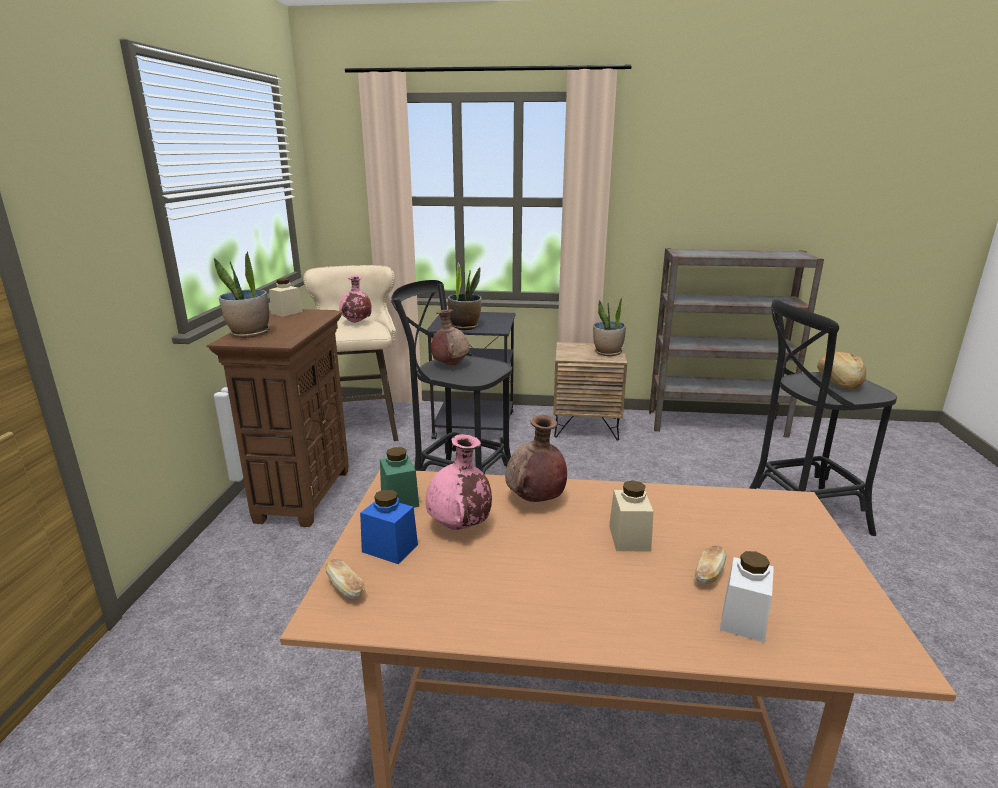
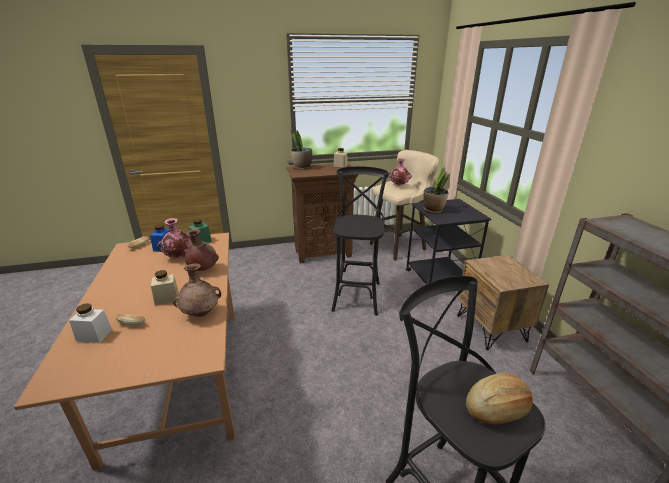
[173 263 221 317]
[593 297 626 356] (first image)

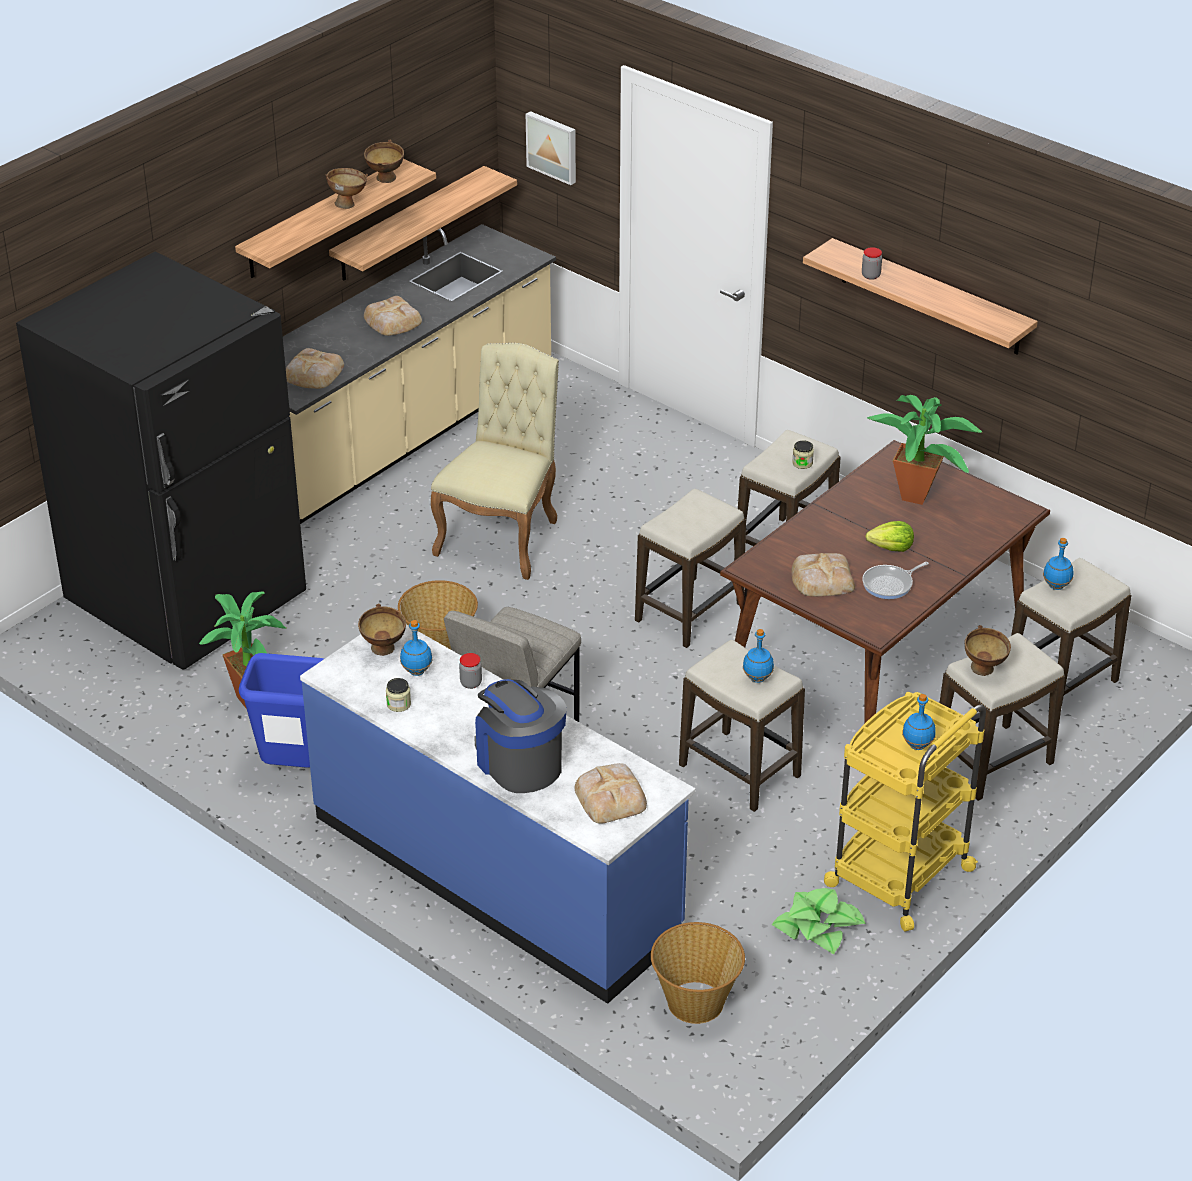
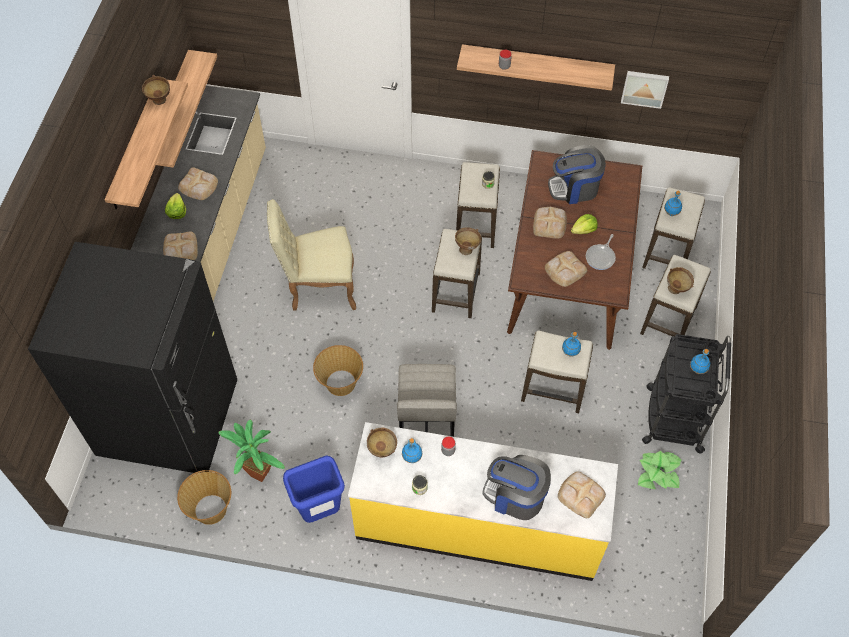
[165 193 186 219]
[177 470 231 525]
[267 199 356 311]
[348 422 618 581]
[455 227 481 255]
[533 206 567 239]
[548 145 606 204]
[621 71 669 109]
[642 334 731 454]

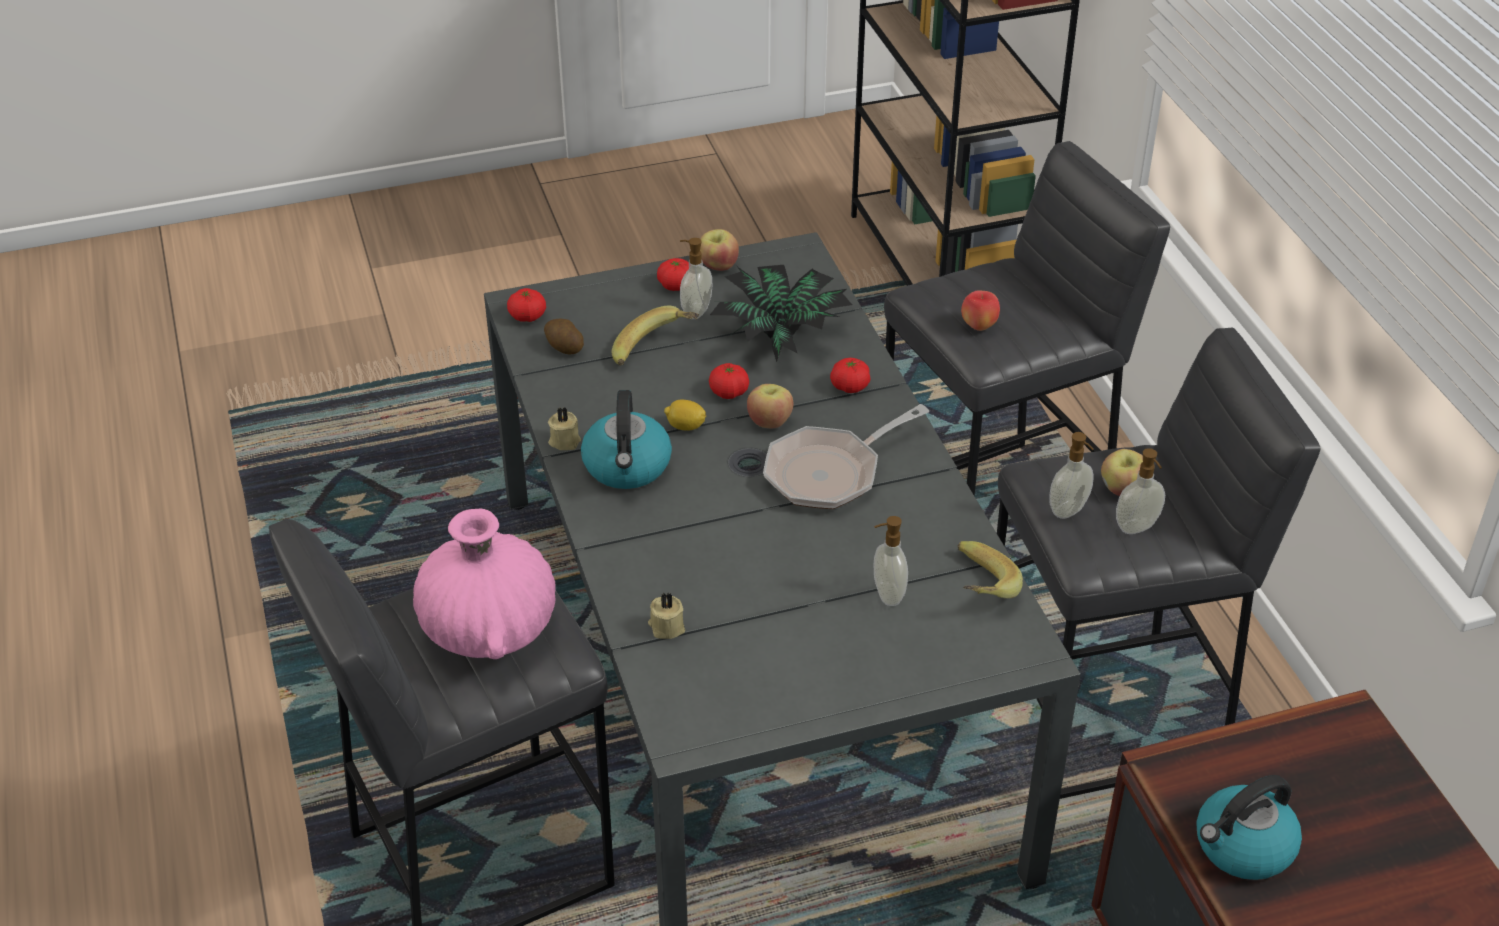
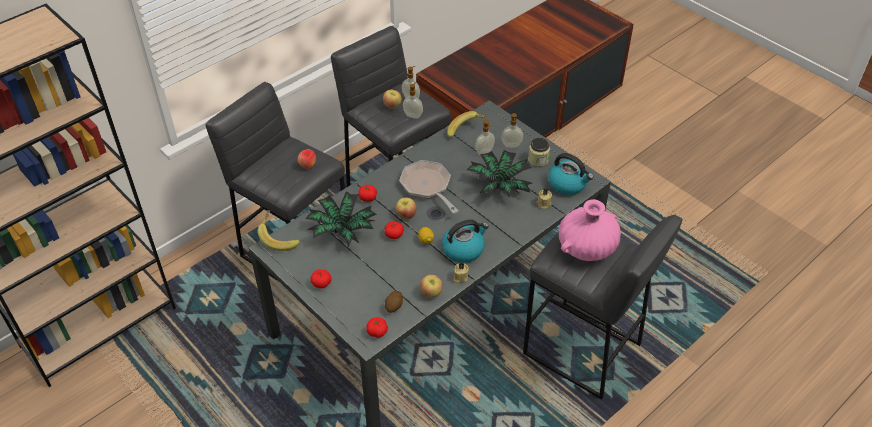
[258 210 300 251]
[399 160 458 214]
[420 275 443 298]
[467 150 532 198]
[501 113 523 148]
[528 138 550 167]
[548 153 594 195]

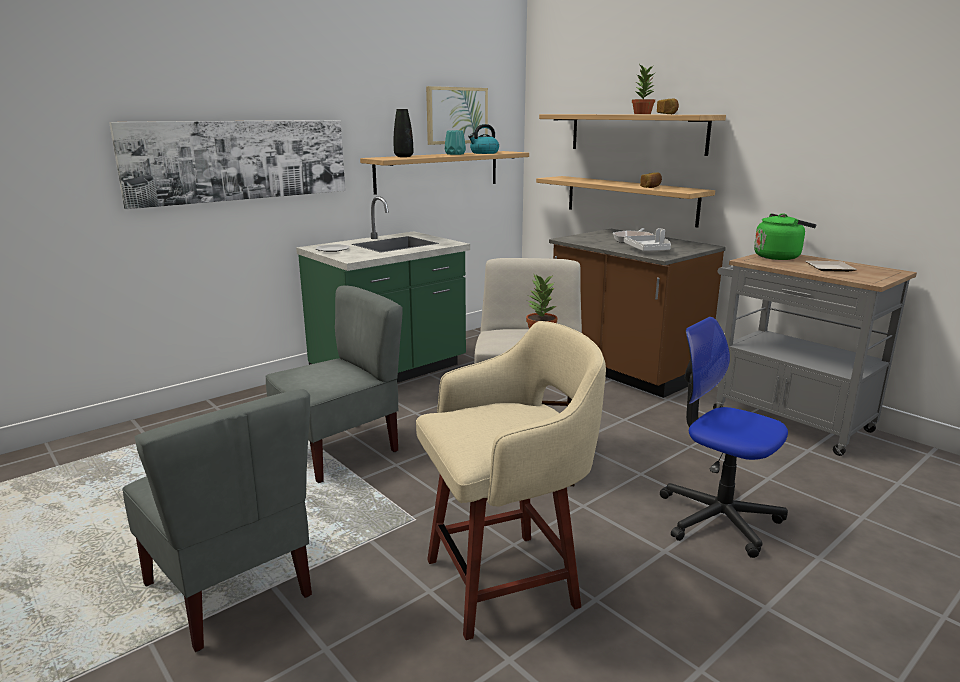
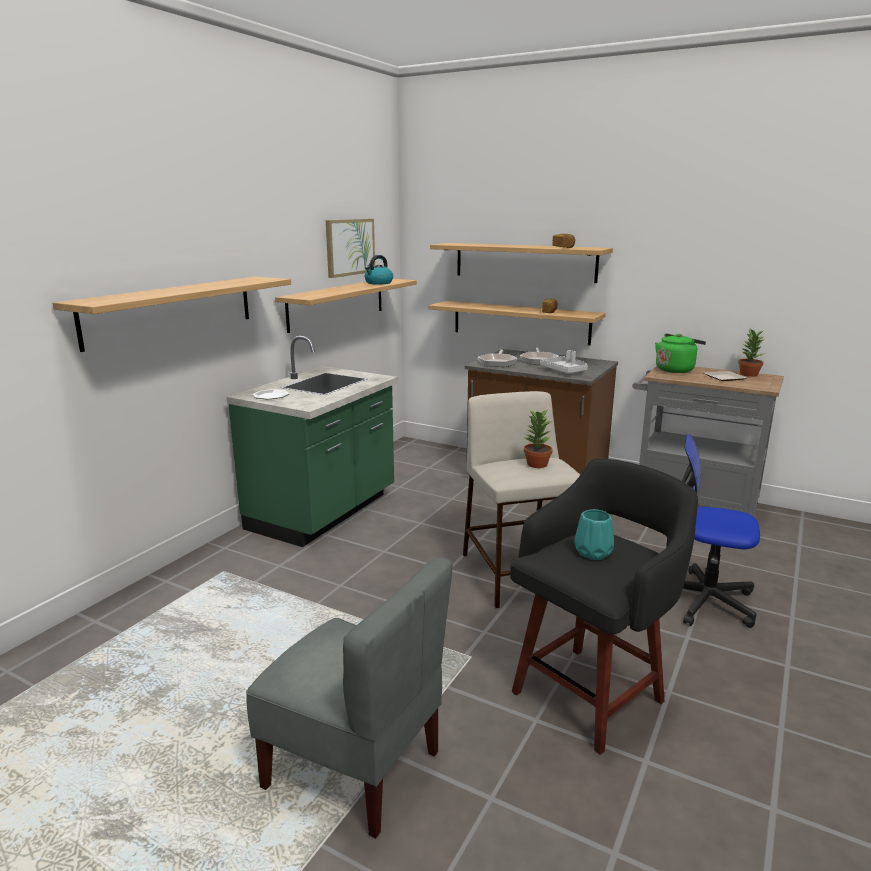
[53 277 291 352]
[478 349 517 367]
[510 459 698 755]
[574 509 614 560]
[738 329 765 377]
[265 285 403 483] (first image)
[394 109 413 157] (first image)

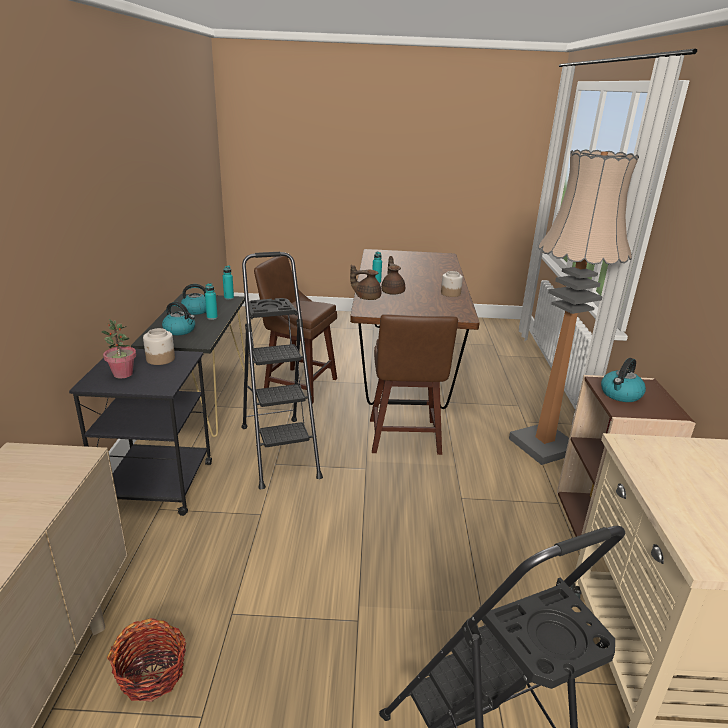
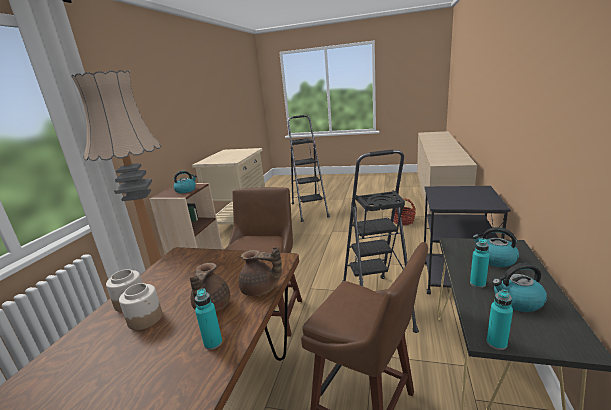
[119 283 162 330]
[101 319 136 379] (first image)

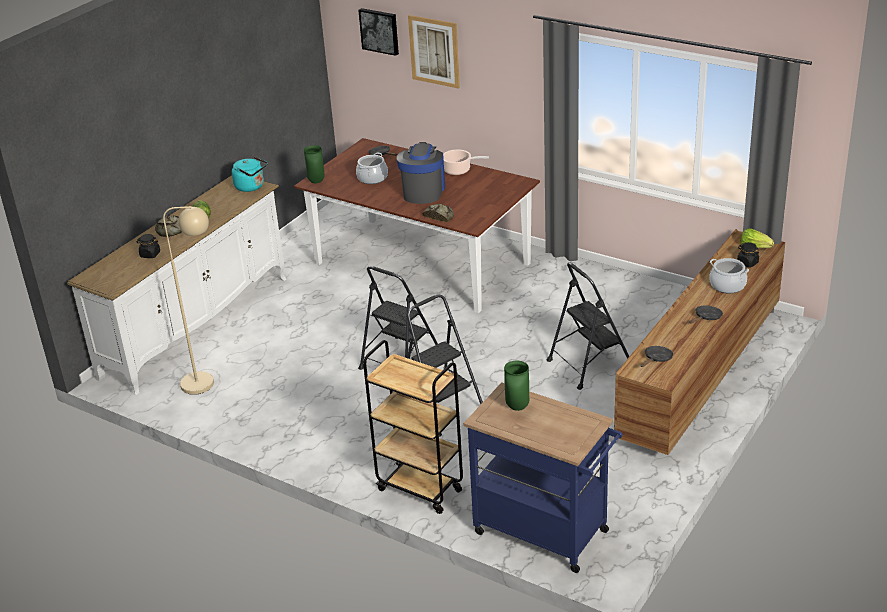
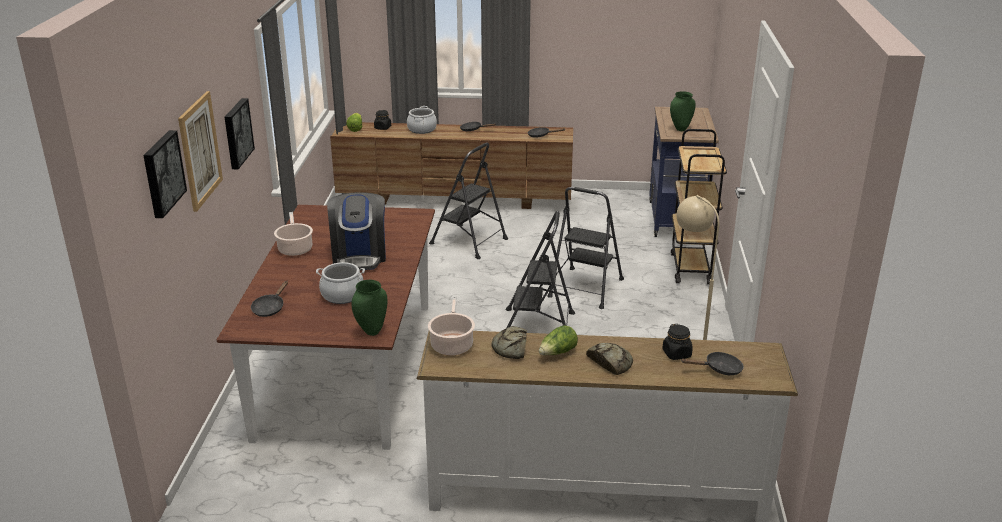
[225 98 255 169]
[327 192 386 270]
[428 296 475 356]
[491 326 527 359]
[682 352 744 375]

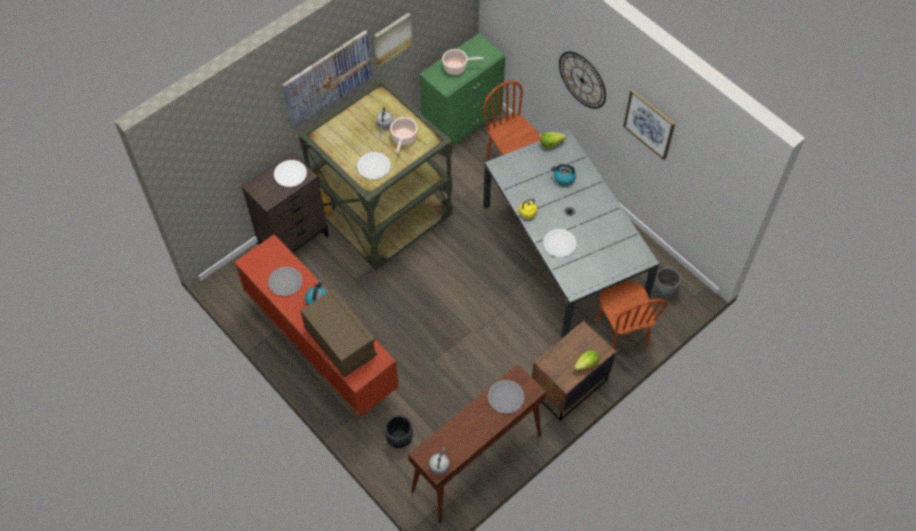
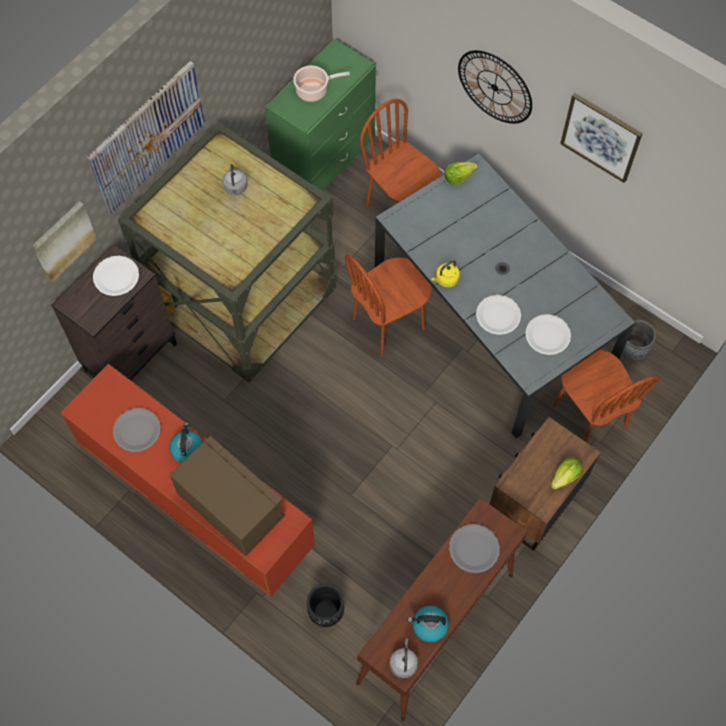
[32 201 97 282]
[345 255 432 357]
[407 606 449 643]
[525 314 571 355]
[390 117 418 152] (first image)

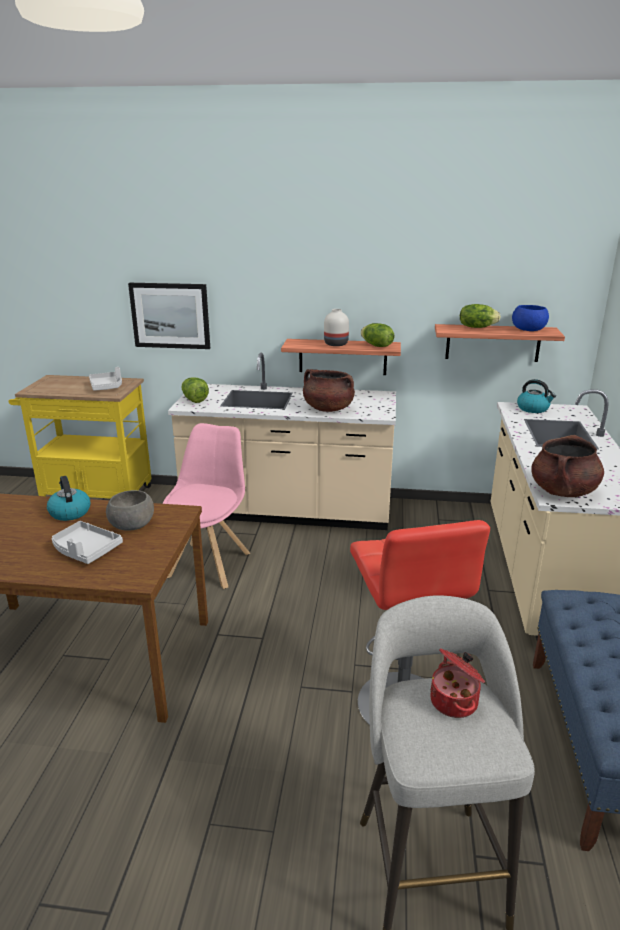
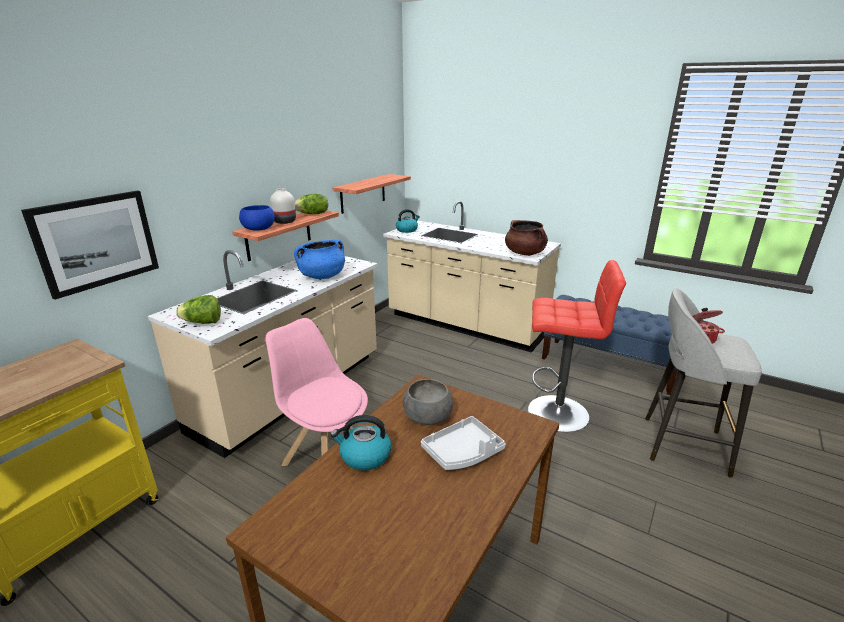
[239 205 275 231]
[294 239 345 279]
[89 367 122 391] (first image)
[460 304 501 328] (first image)

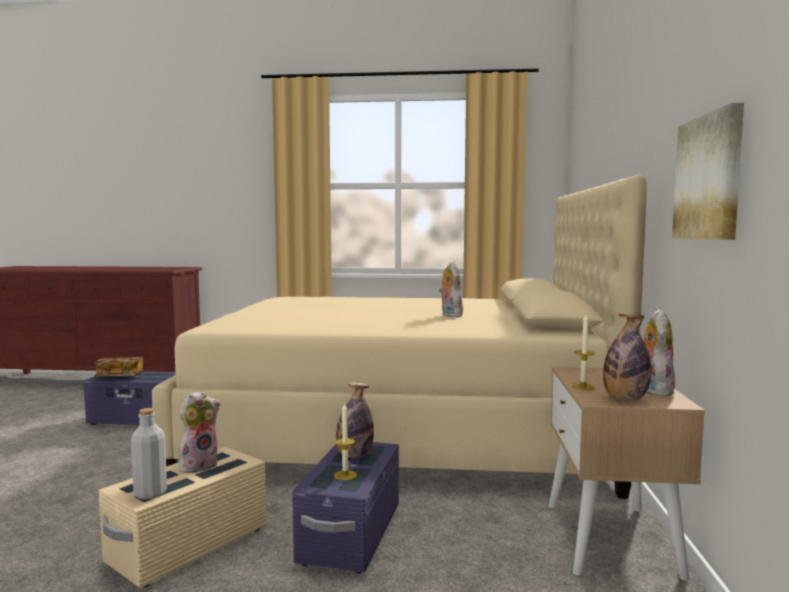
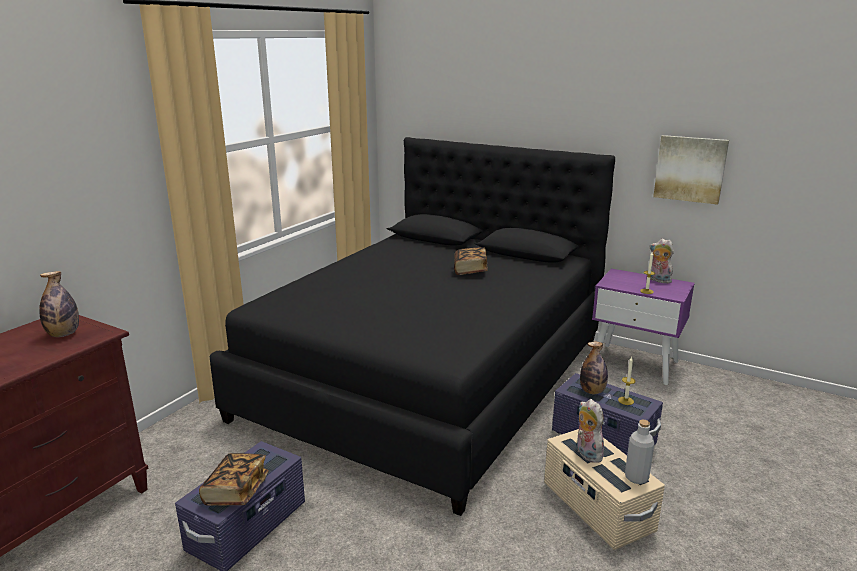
[39 271 79 337]
[210 137 615 516]
[454 247 488 275]
[592 269 695 385]

